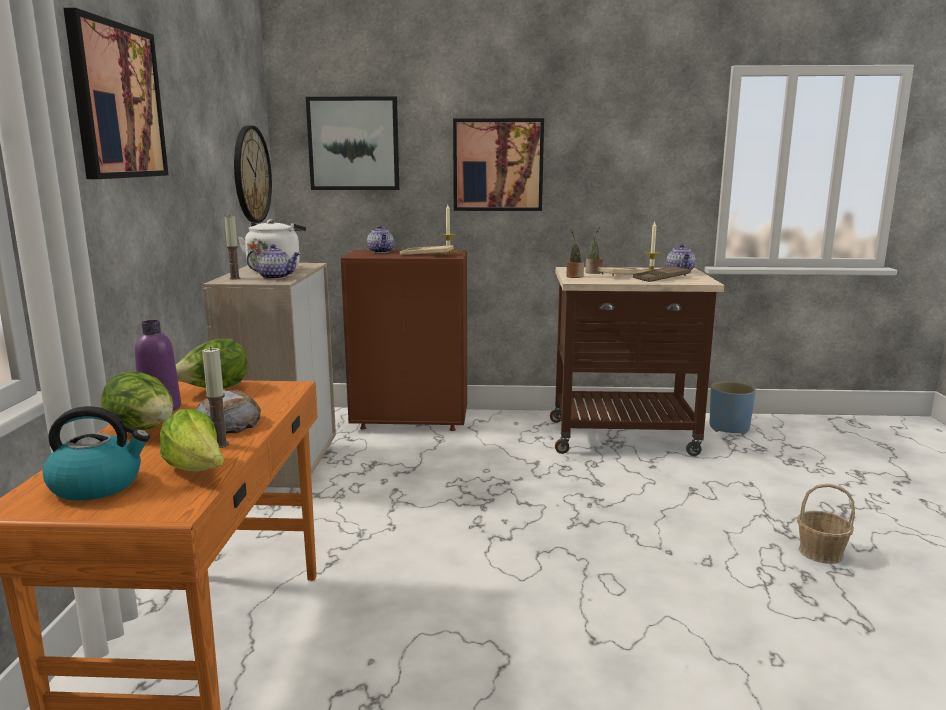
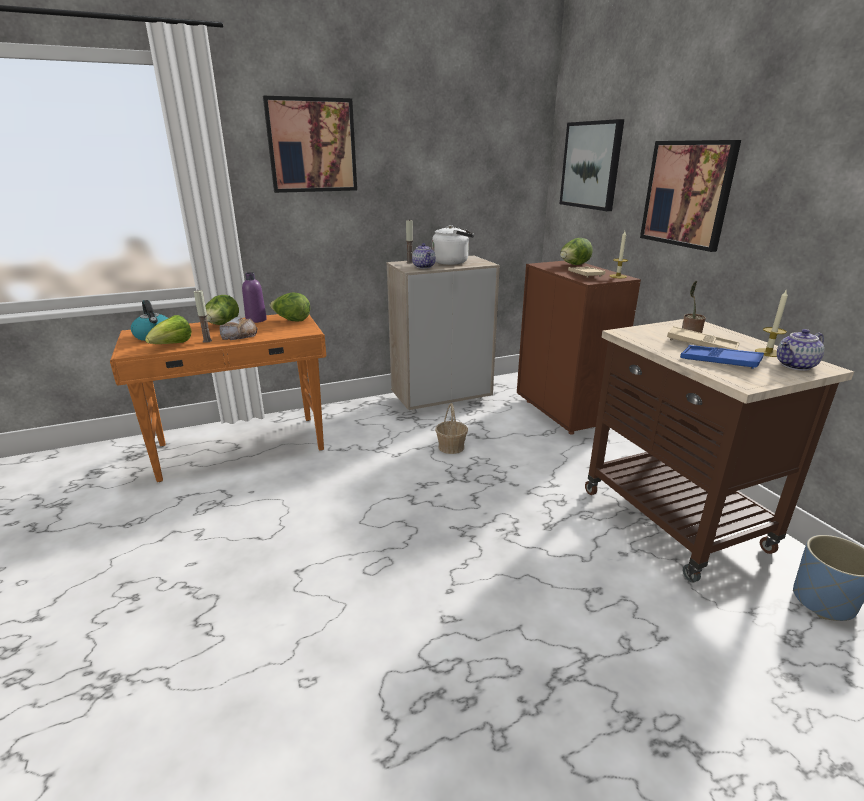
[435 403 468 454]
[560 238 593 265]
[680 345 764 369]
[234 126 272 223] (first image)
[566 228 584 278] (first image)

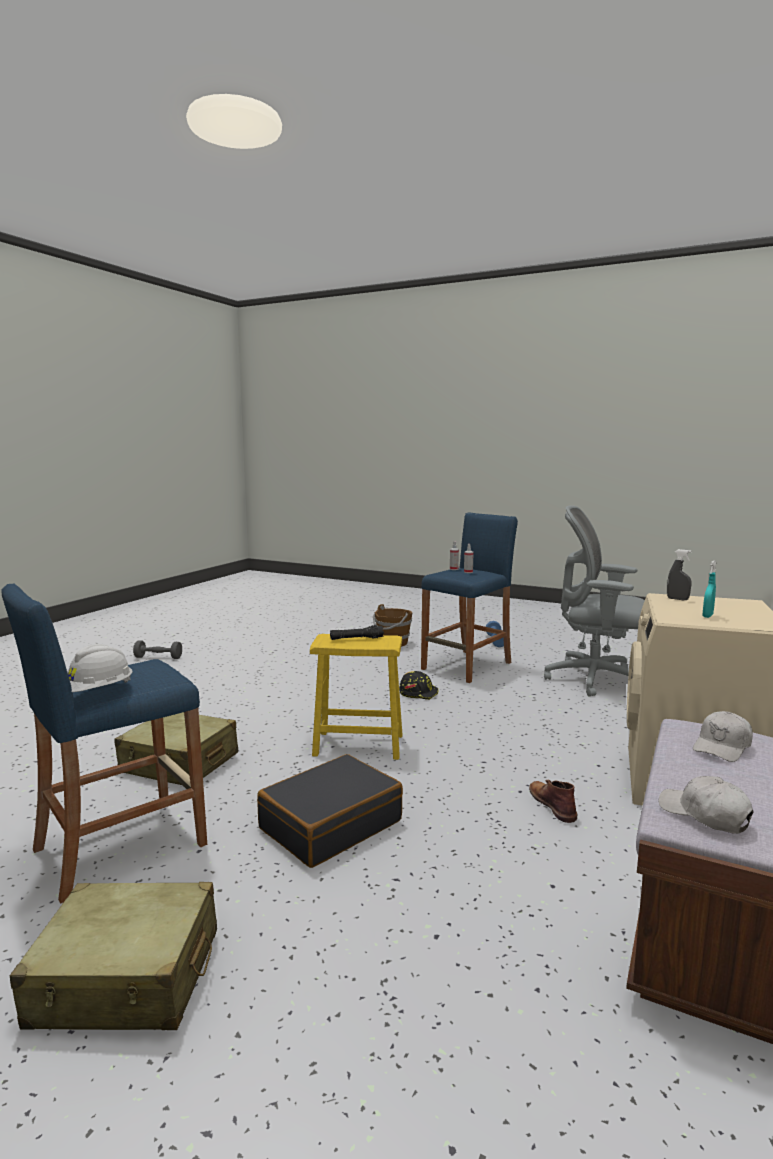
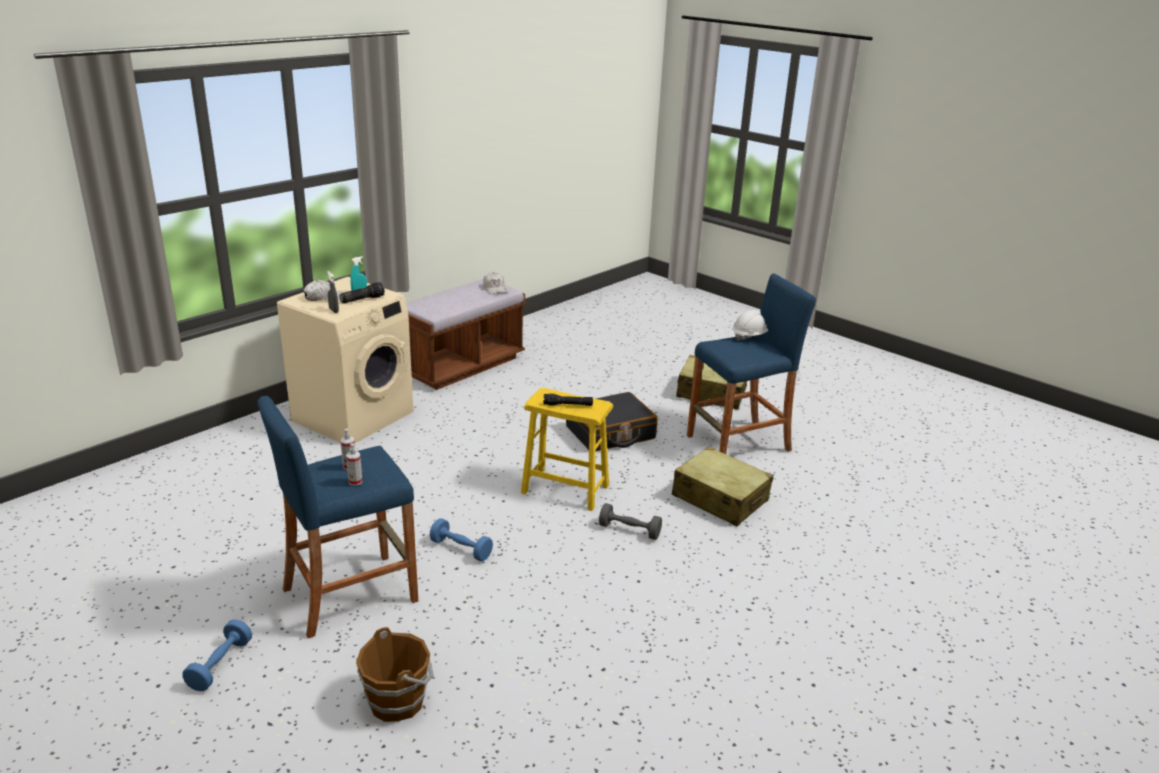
[304 280 343 301]
[339 282 385 304]
[430 518 493 561]
[599 503 662 540]
[529 780 577 823] (first image)
[544 506 645 696] (first image)

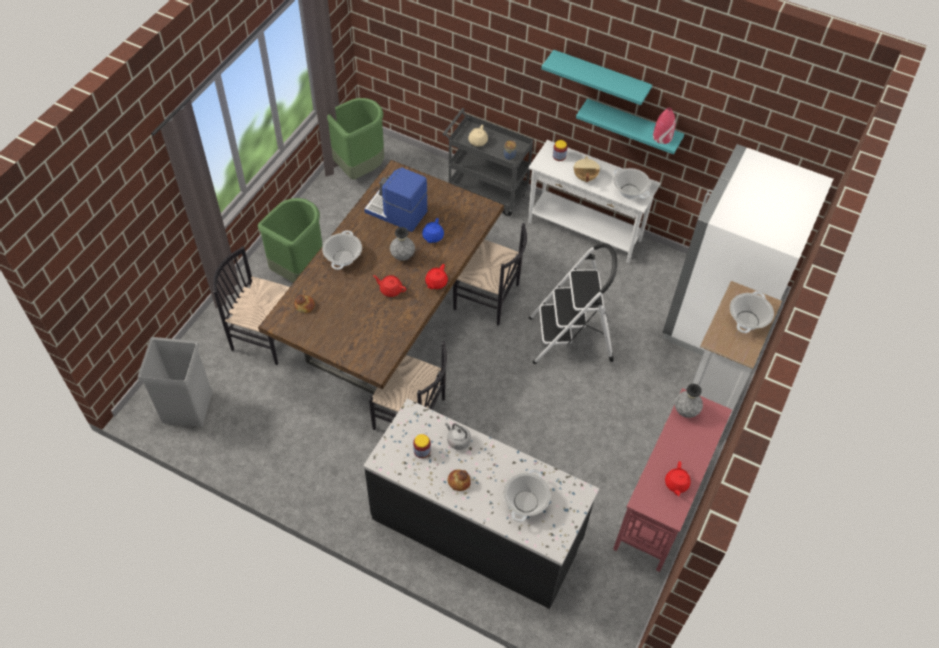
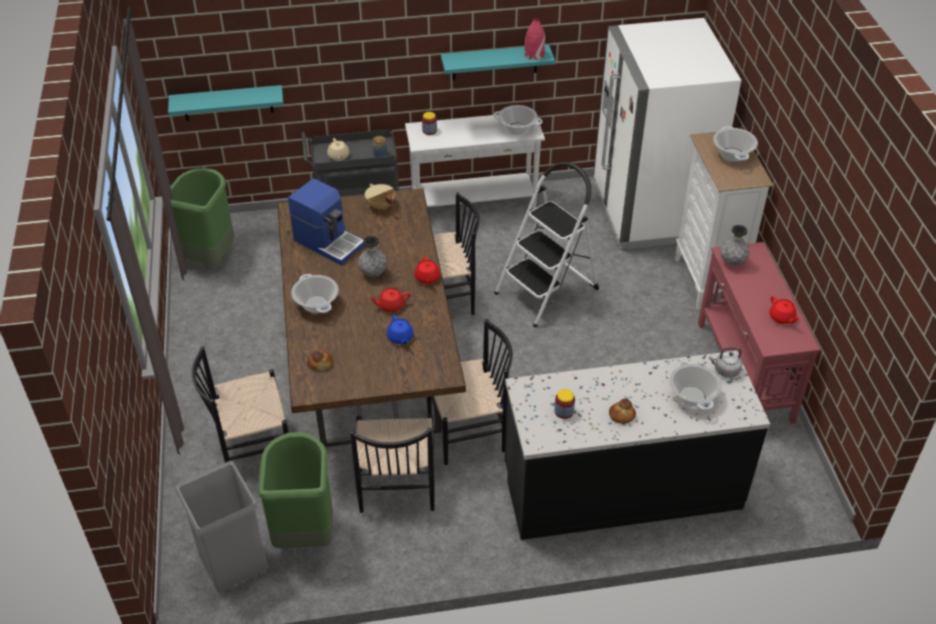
[168 85 284 121]
[258 432 333 548]
[288 179 365 266]
[350 414 435 513]
[365 184 395 210]
[387 315 414 344]
[709 347 742 378]

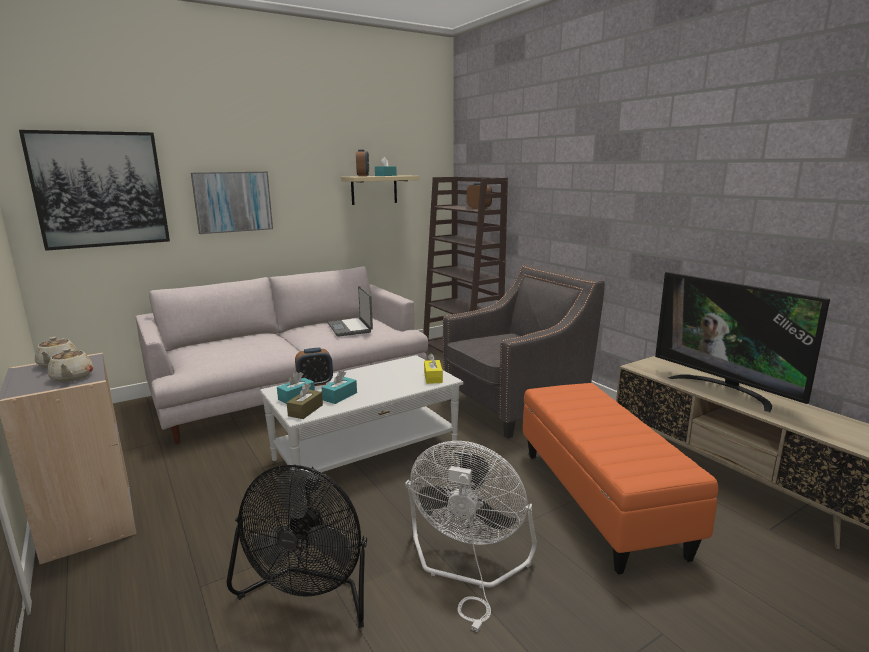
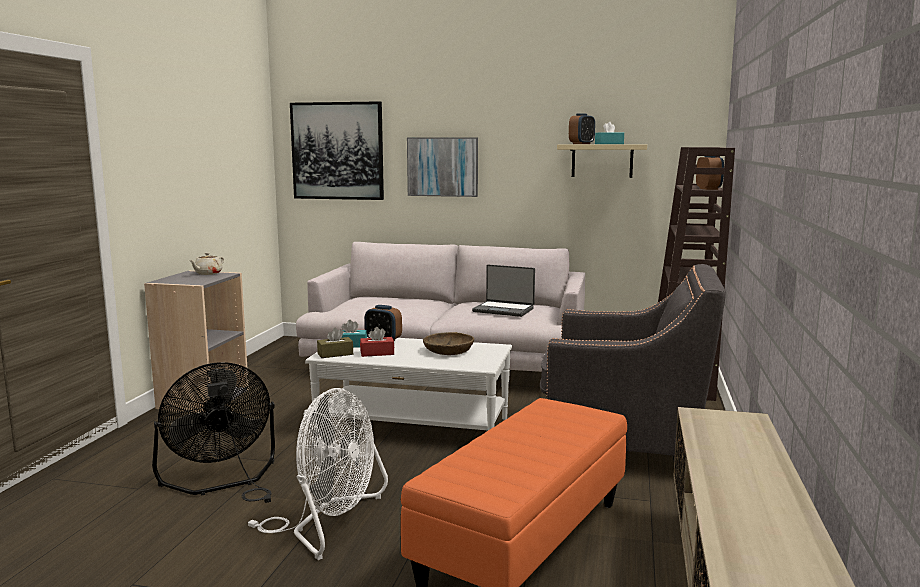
[152 362 275 503]
[248 388 388 560]
[360 327 394 357]
[423 332 474 355]
[472 265 535 317]
[47 348 93 382] (first image)
[424 353 443 384] (first image)
[655 272 830 412] (first image)

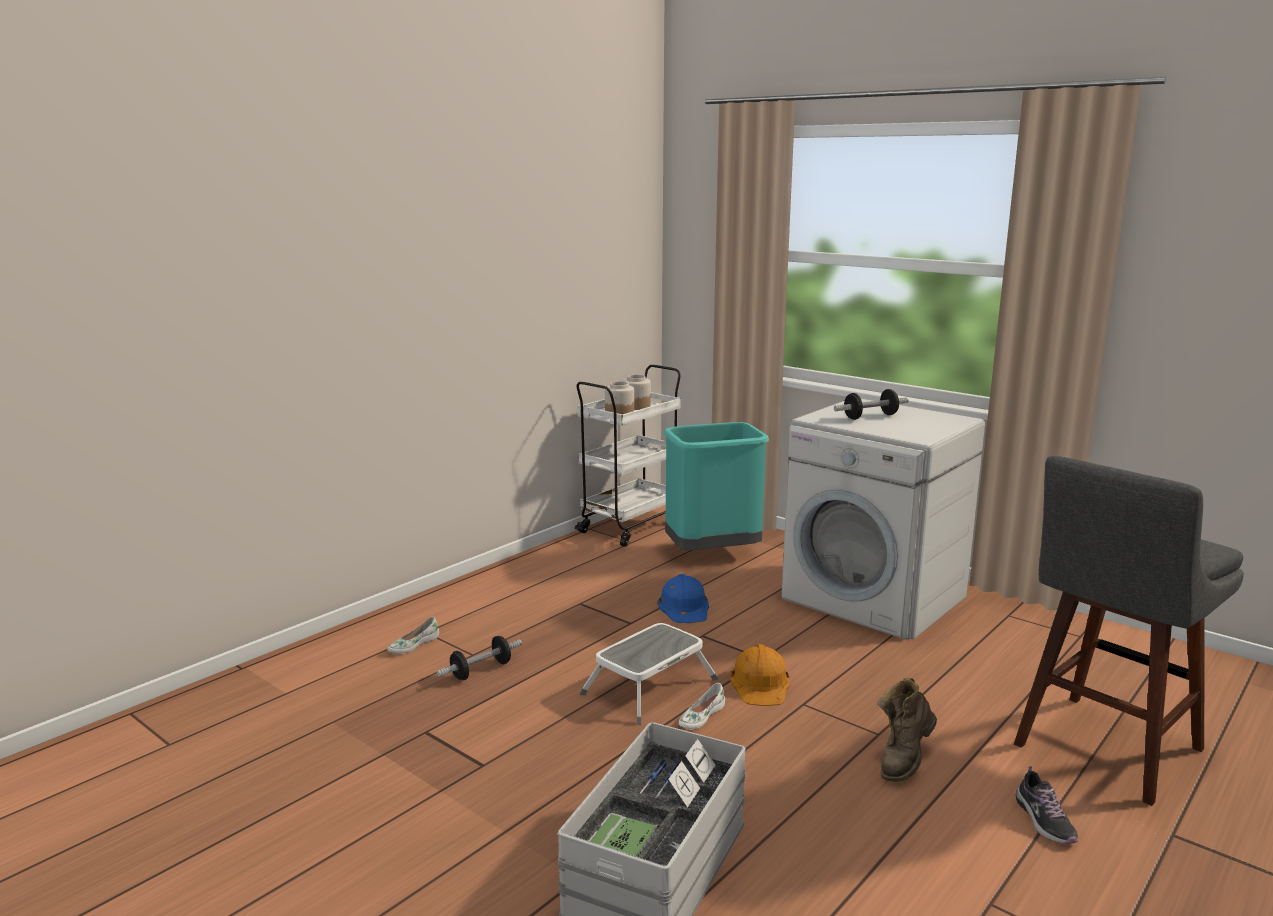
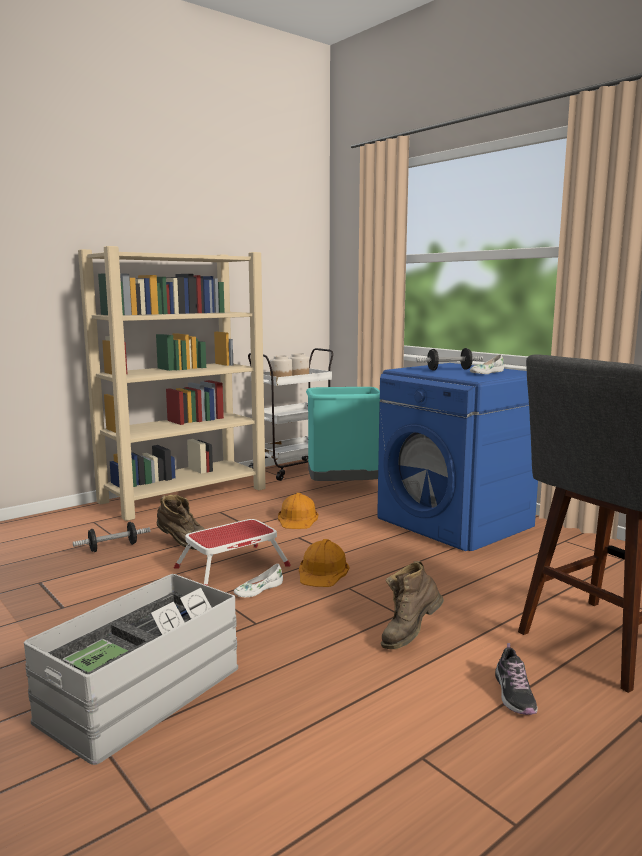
[78 246 266 521]
[157 495 205 550]
[174 519 291 586]
[278 493 318 529]
[377 363 538 551]
[470 354 504 374]

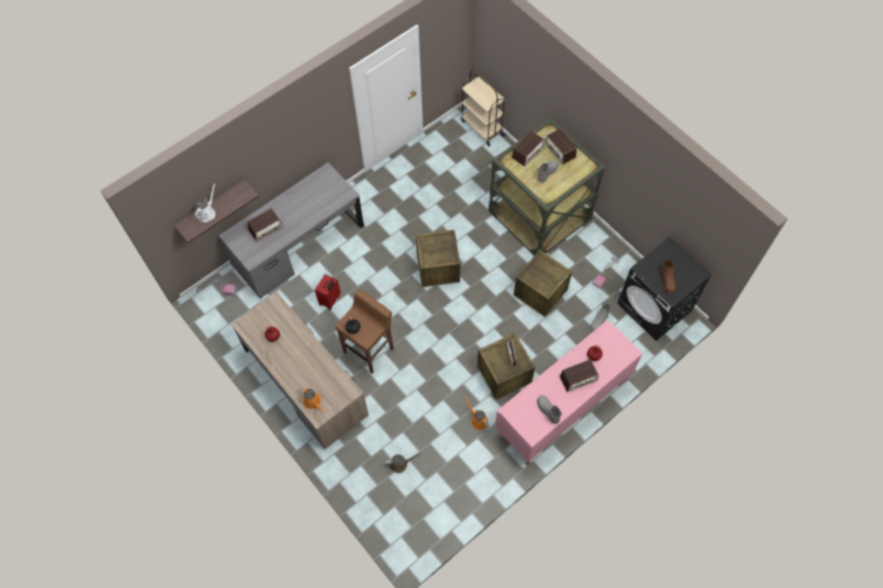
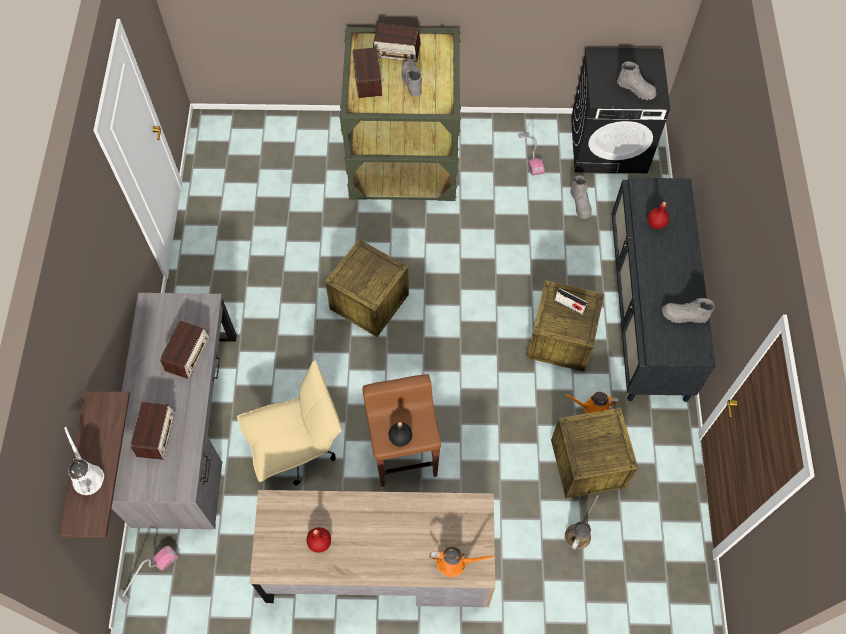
[160 320 210 379]
[237 360 342 485]
[551 408 638 498]
[612 178 716 402]
[617 61 656 100]
[461 70 507 147] (first image)

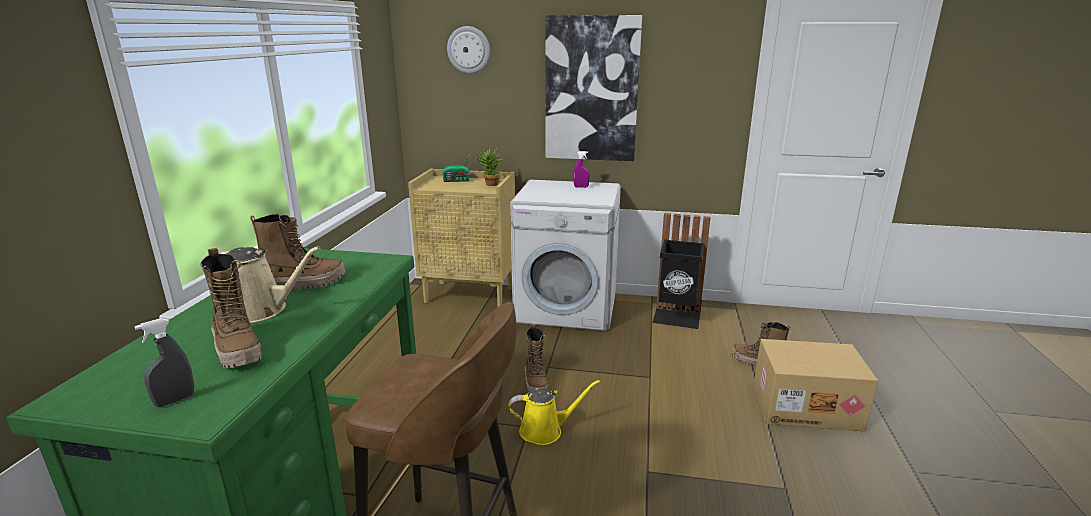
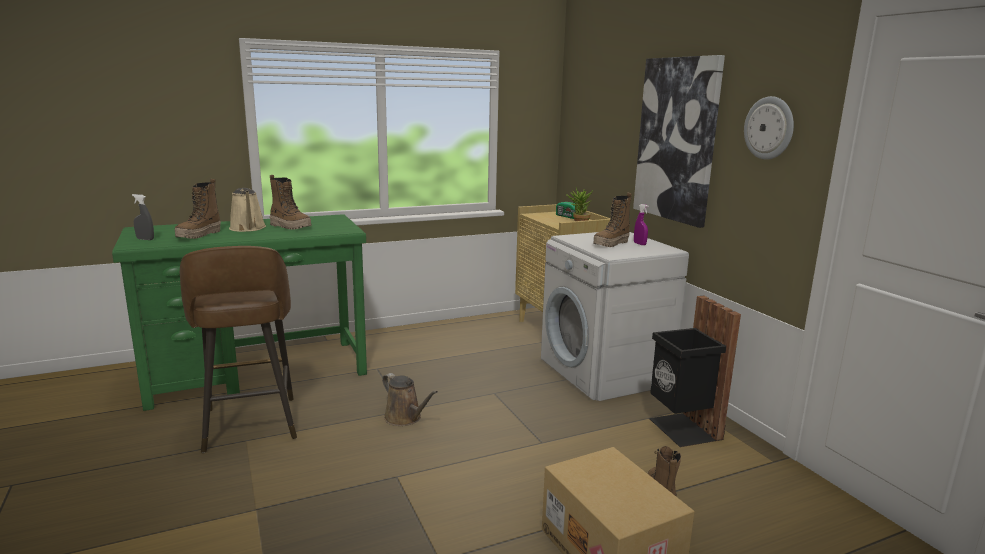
[382 373 438 426]
[593 193 632 247]
[744 96 794 160]

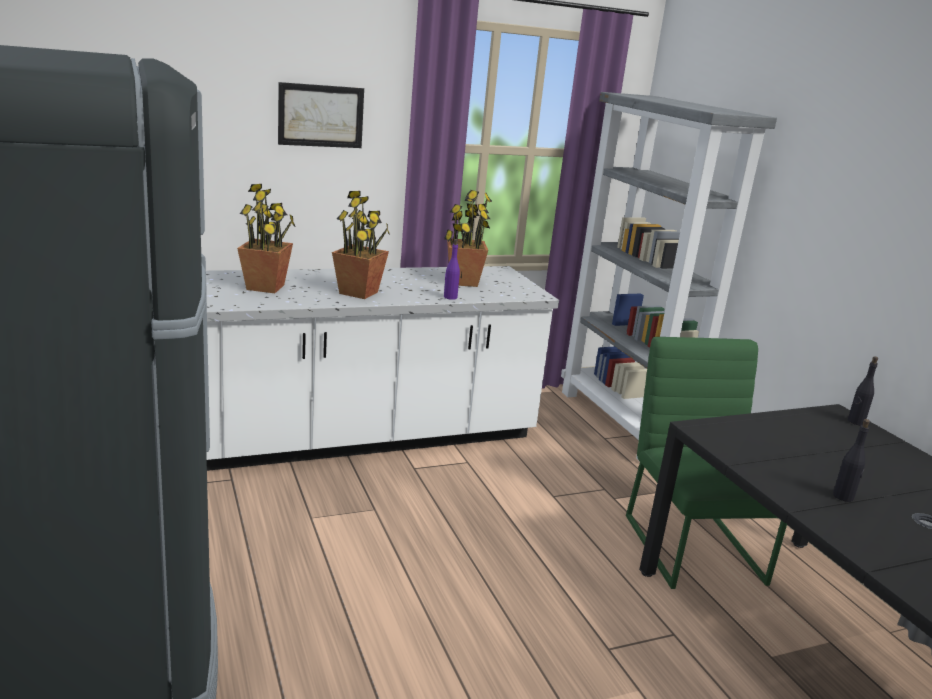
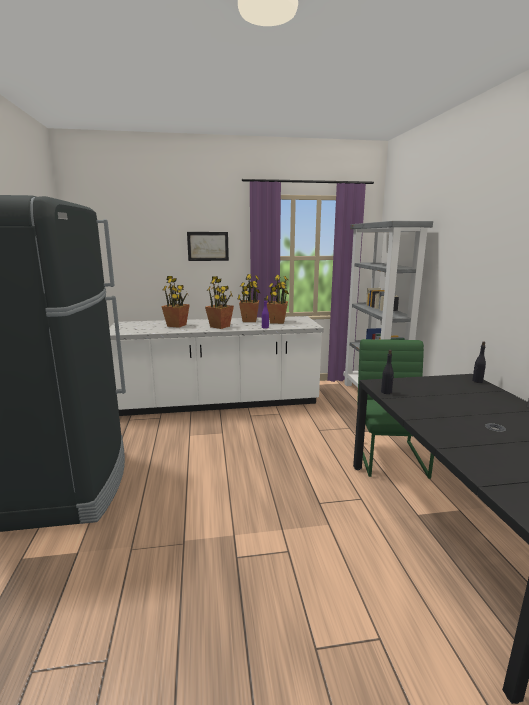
[237 274 260 322]
[381 350 394 394]

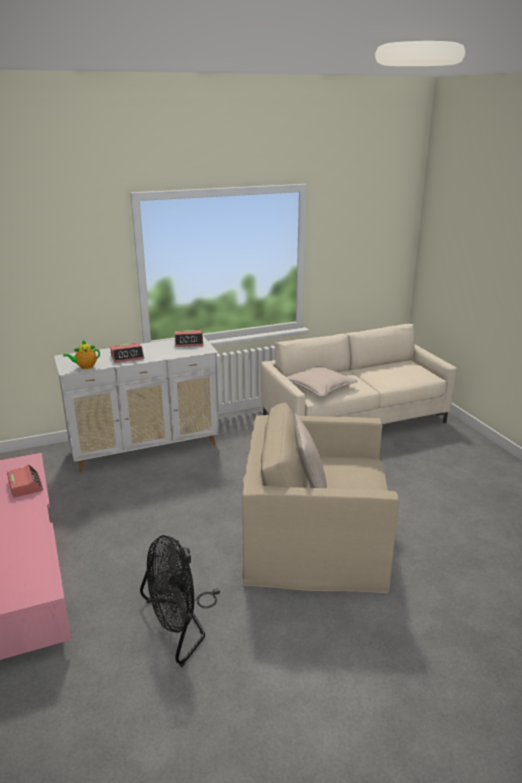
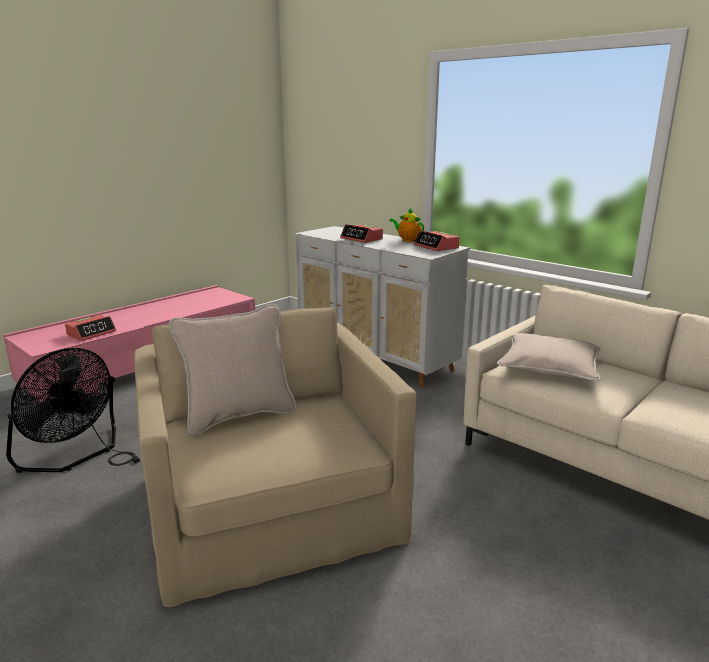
[65 315 116 341]
[389 208 424 242]

